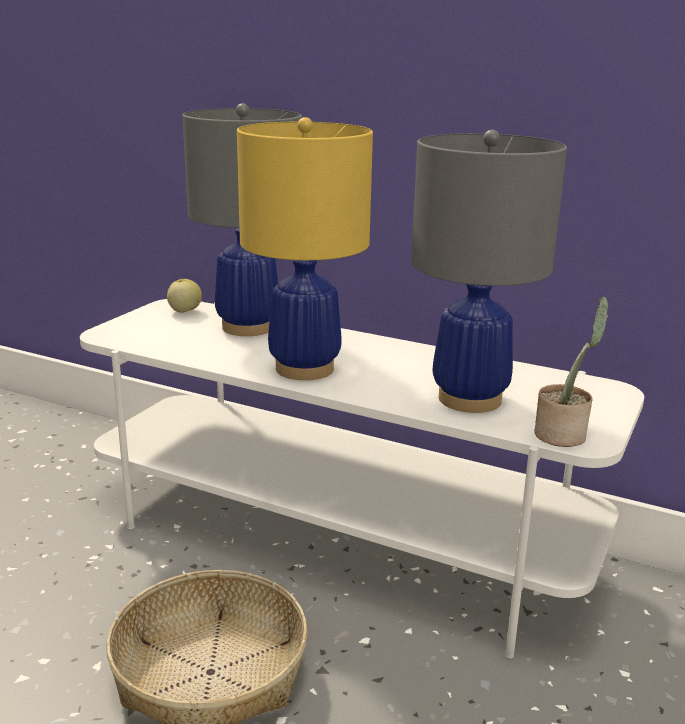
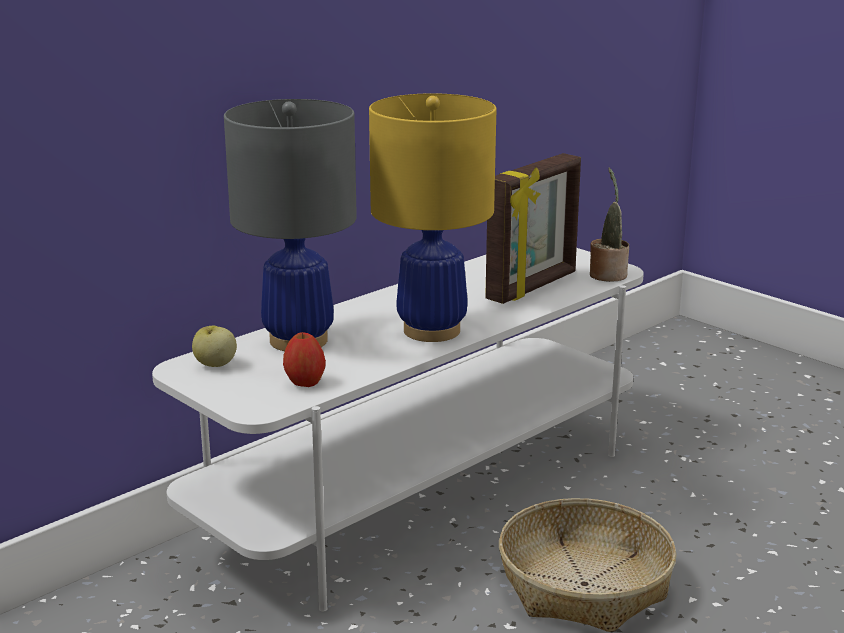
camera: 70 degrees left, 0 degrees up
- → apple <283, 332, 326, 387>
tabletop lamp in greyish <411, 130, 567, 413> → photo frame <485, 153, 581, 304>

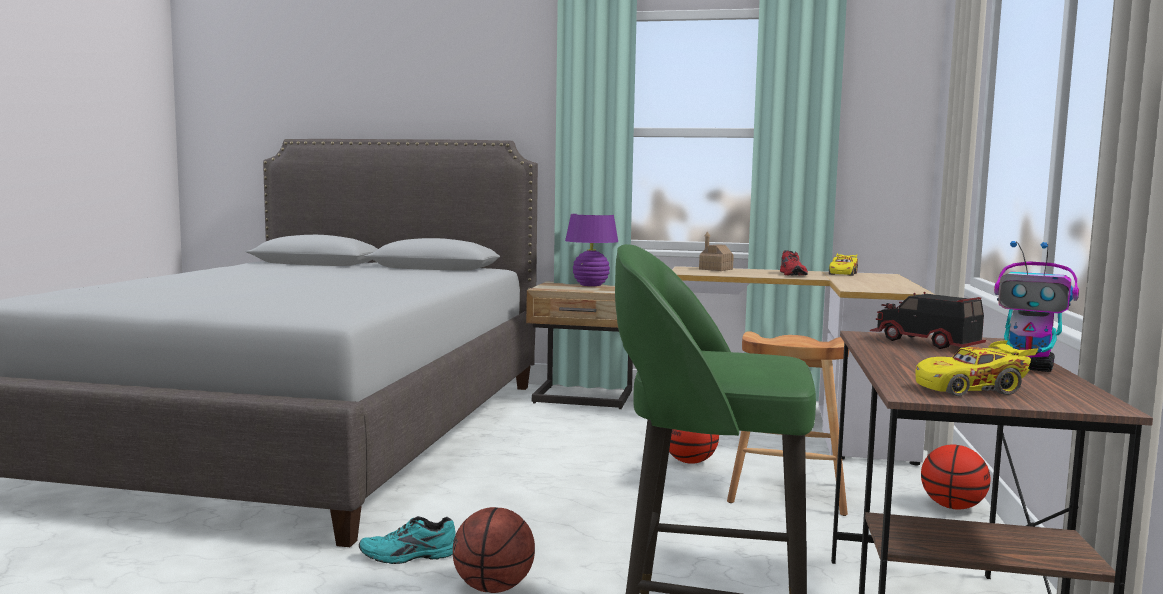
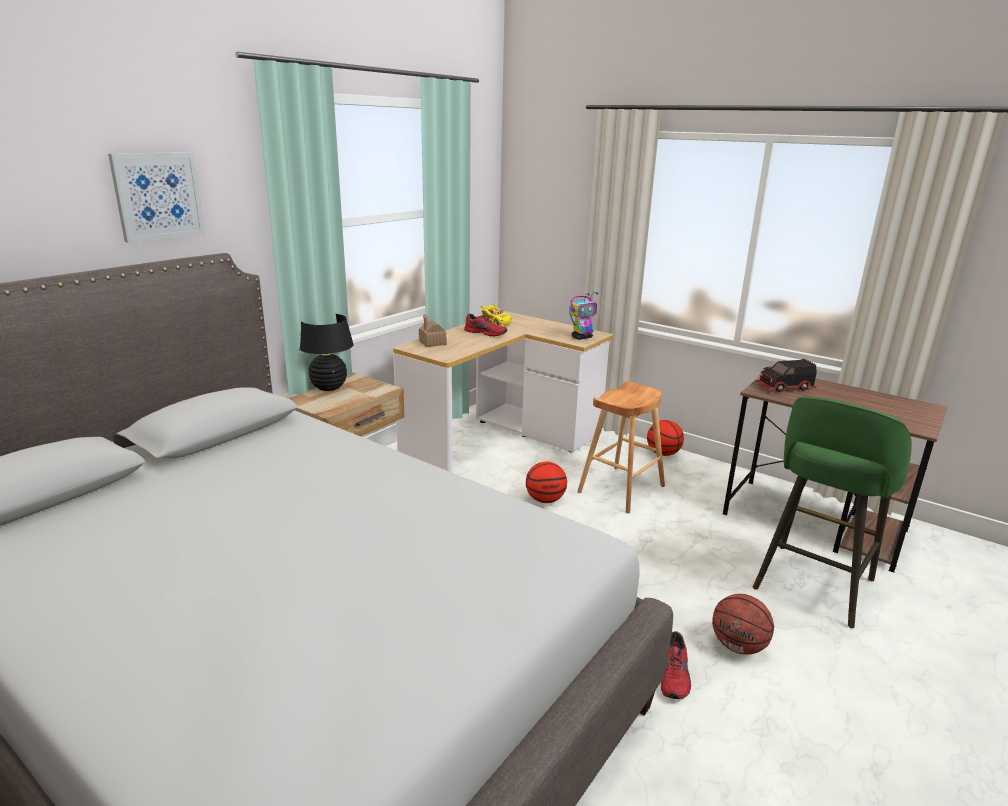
camera: 65 degrees left, 15 degrees up
model car in yellow-coloured <915, 340, 1038, 396> → -
- → wall picture <108, 152, 205, 243>
robot figure <994, 241, 1079, 372> → robot figure <569, 292, 598, 340>, relocated
shoe in blue-green <359, 516, 455, 564> → shoe in red-coloured <661, 631, 691, 699>
tabletop lamp in purple <565, 214, 618, 286> → tabletop lamp in blackish <300, 314, 354, 391>

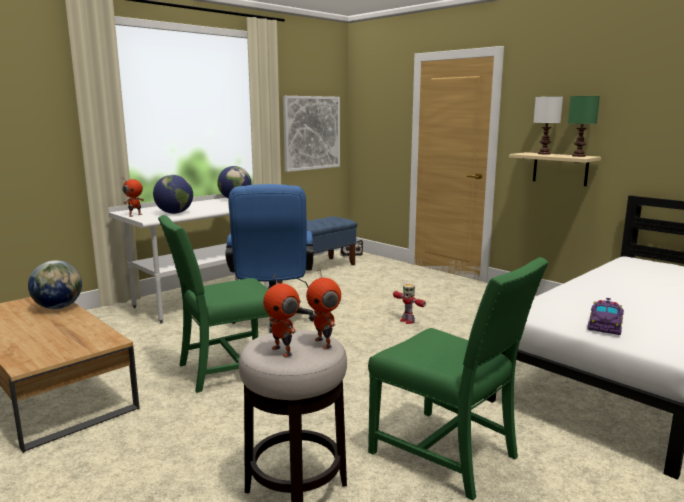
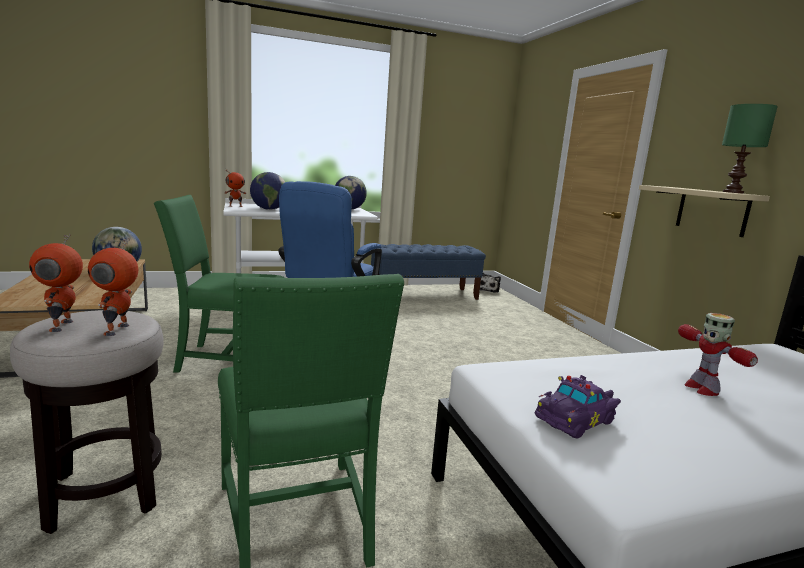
camera: 25 degrees right, 0 degrees up
wall picture <283, 96, 340, 172> → -
tabletop lamp in white-coloured <534, 96, 563, 154> → -
robot figure <393, 284, 426, 324> → robot figure <678, 313, 758, 396>, relocated

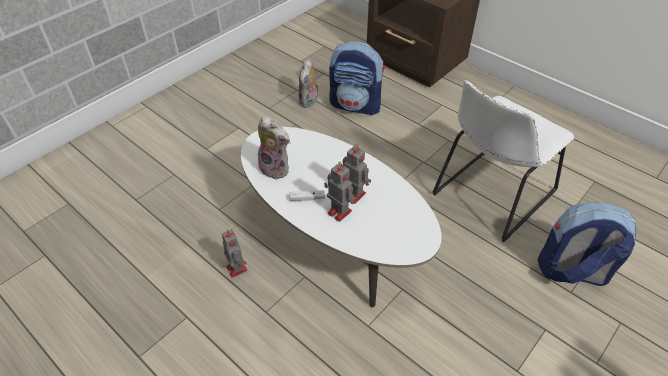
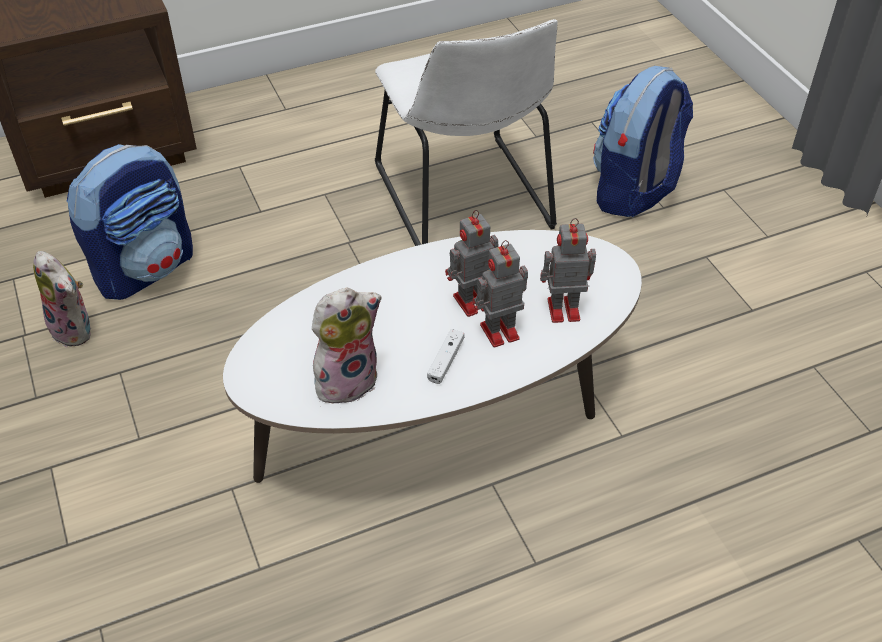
camera: 65 degrees left, 0 degrees up
robot figure <222, 229, 248, 278> → robot figure <540, 218, 596, 323>, relocated

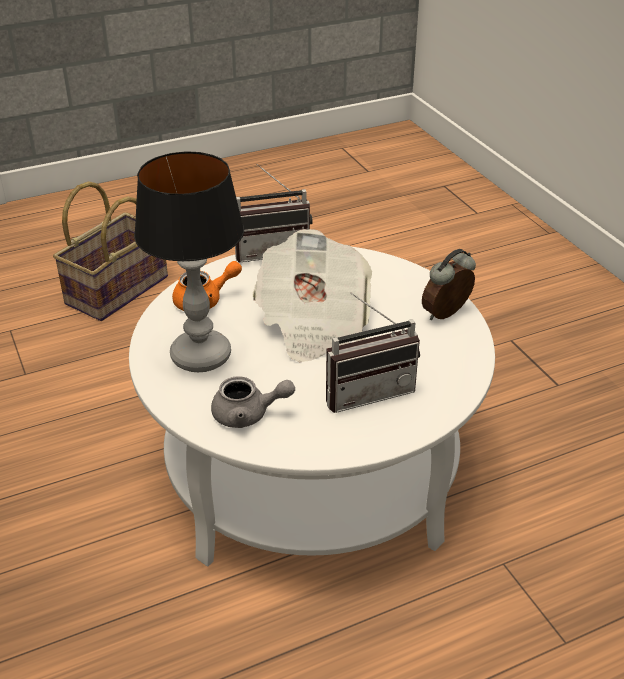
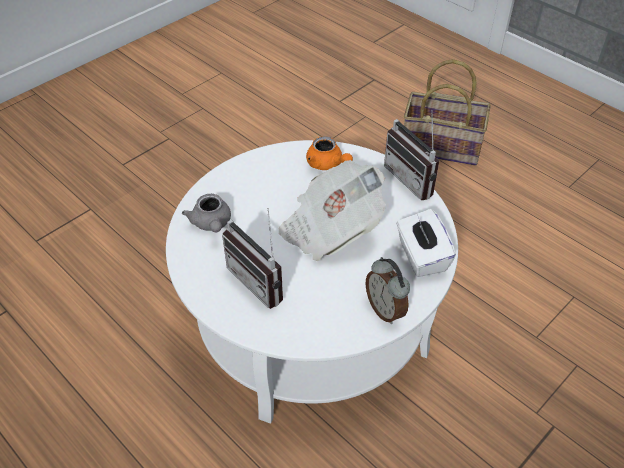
camera: 70 degrees right, 10 degrees up
tabletop lamp <134, 151, 244, 372> → -
- → tissue box in white-coloured <396, 209, 456, 277>
alarm clock <422, 249, 476, 320> → alarm clock <365, 257, 410, 324>, 150 degrees counterclockwise

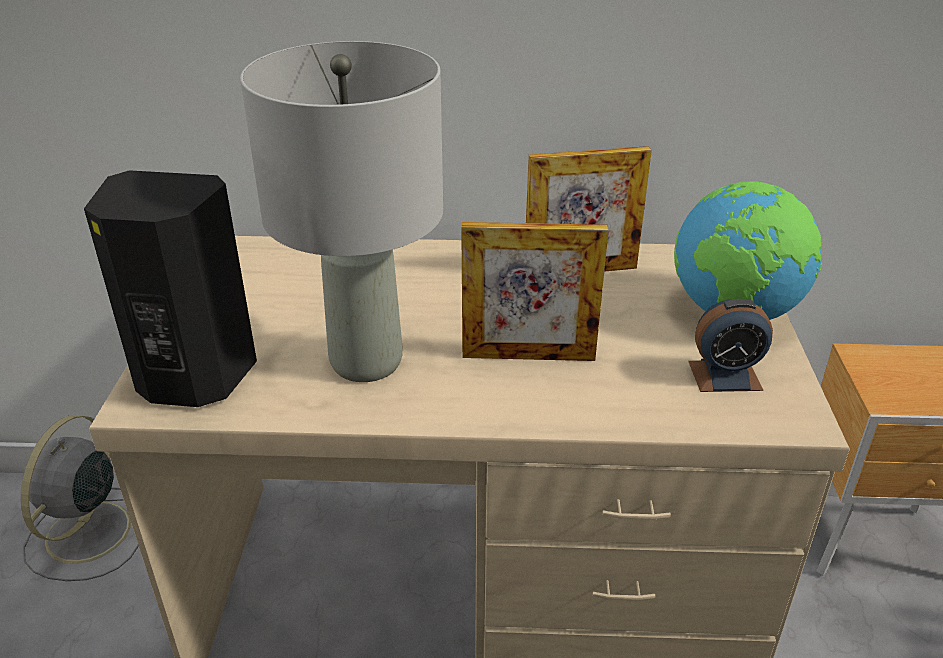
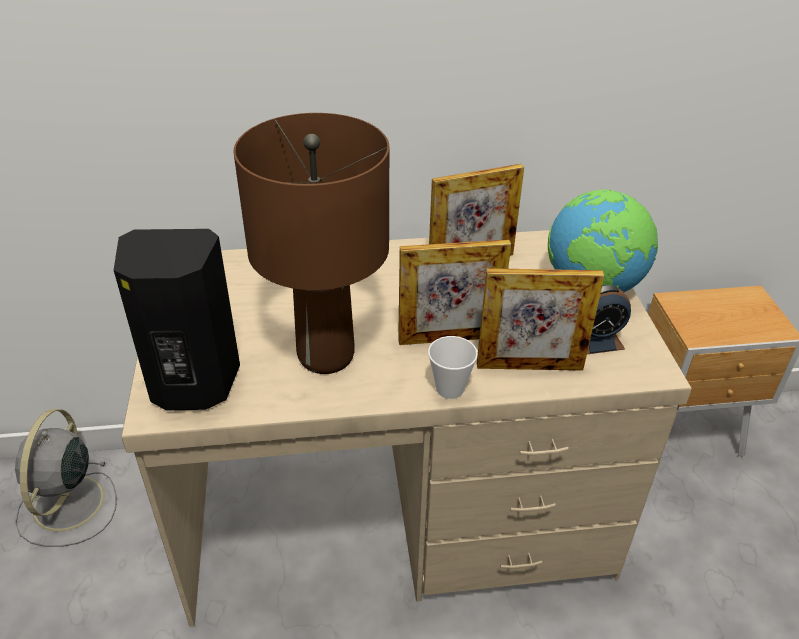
camera: 10 degrees left, 5 degrees up
- → drinking cup <428, 336, 478, 399>
- → photo frame <477, 268, 604, 371>
tabletop lamp in greyish <240, 41, 443, 382> → tabletop lamp in brown <233, 113, 389, 374>

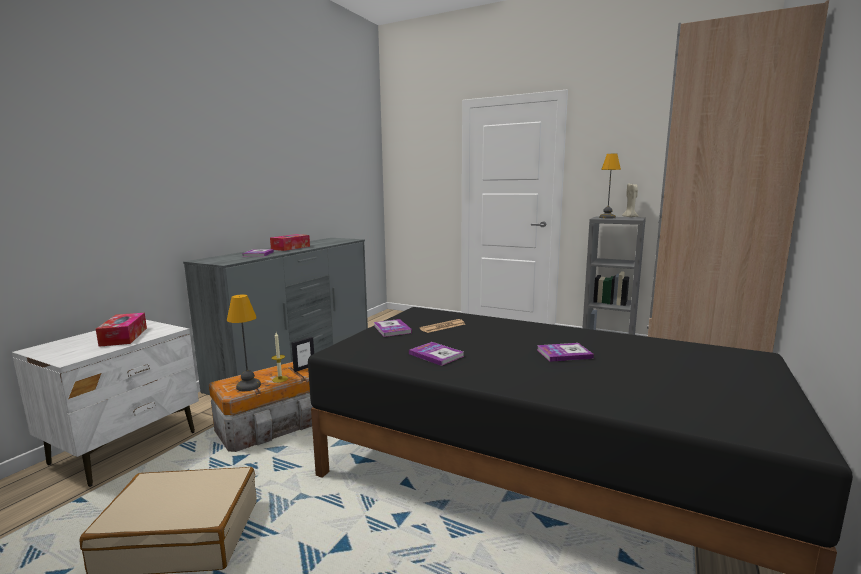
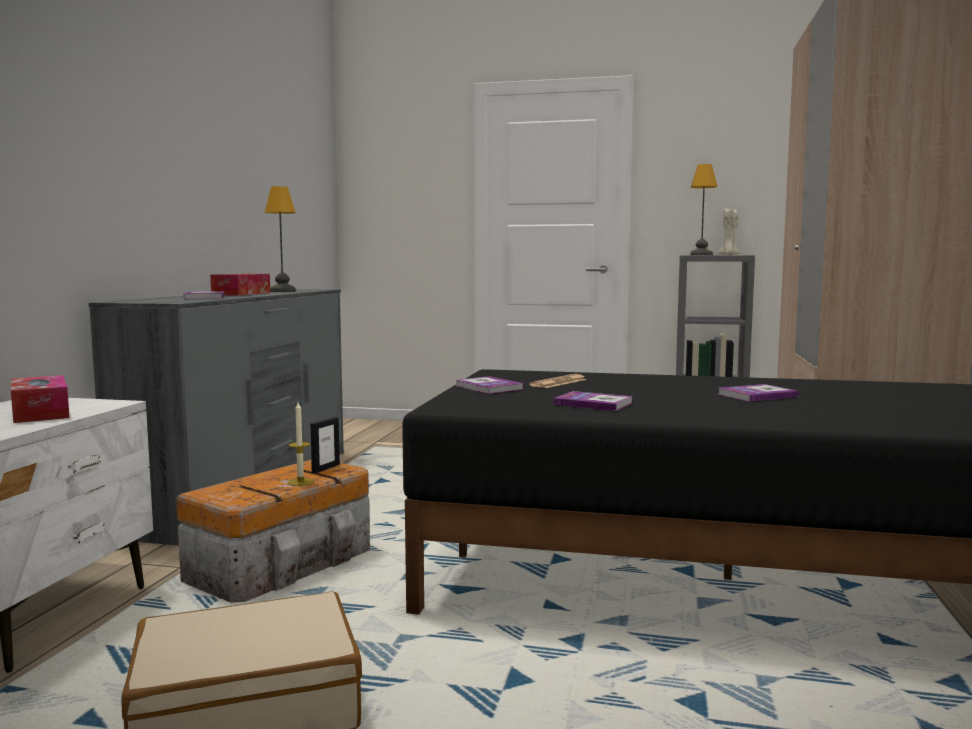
camera: 15 degrees left, 5 degrees down
tabletop lamp <227, 294, 261, 391> → tabletop lamp <265, 186, 296, 292>, relocated

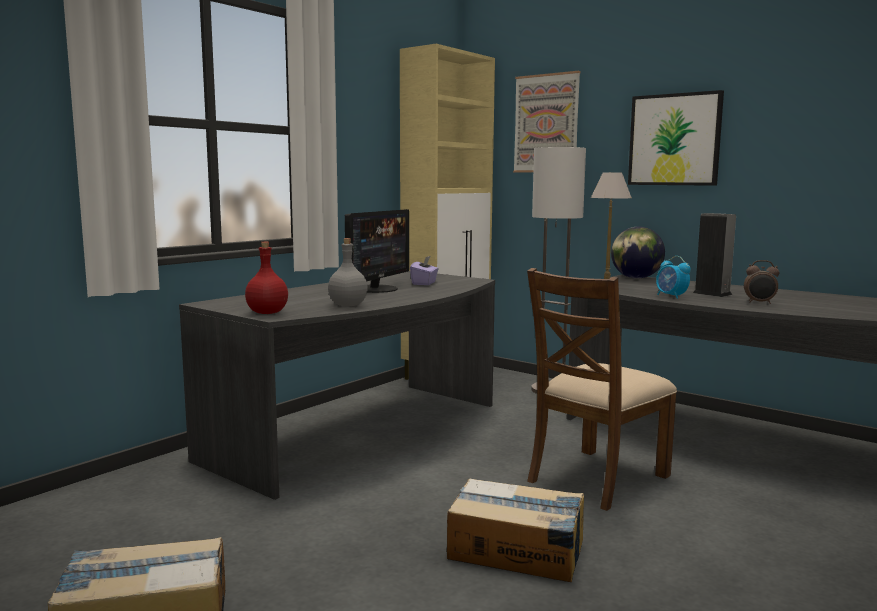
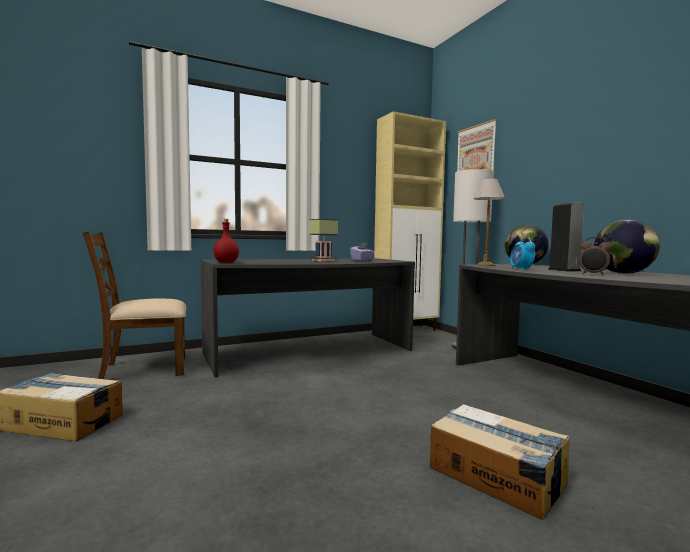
camera: 25 degrees right, 5 degrees down
drink bottle in greyish <328, 238, 368, 306> → -
wall picture <628, 90, 724, 186> → -
- → desk globe <594, 219, 660, 274>
packing box <447, 478, 584, 582> → packing box <430, 404, 570, 520>, relocated
upright chair in brown <527, 268, 677, 511> → upright chair in brown <83, 231, 187, 379>, relocated
computer display <345, 209, 409, 293> → tabletop lamp <309, 219, 338, 261>

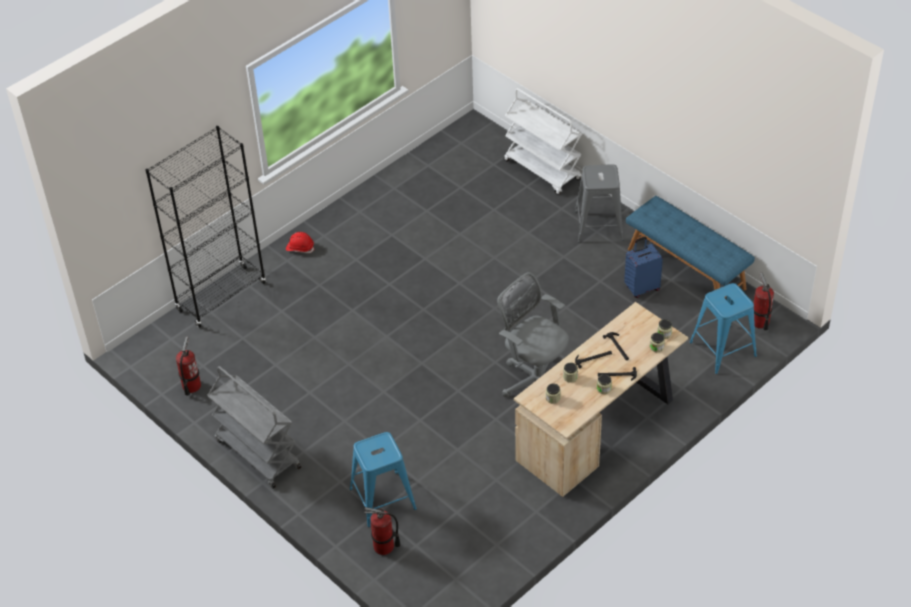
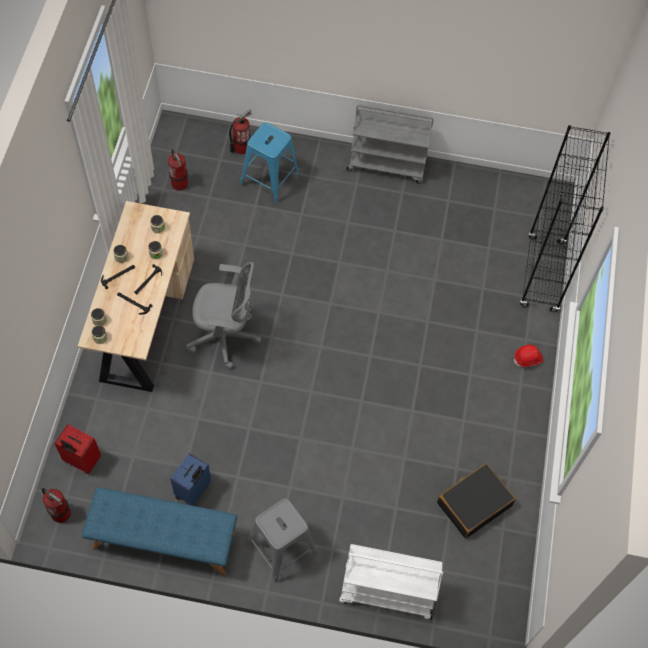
camera: 140 degrees right, 15 degrees up
- → travel case in blackish <437, 463, 516, 539>
fire-fighting cylinder <176, 337, 201, 396> → fire-fighting cylinder <168, 149, 188, 191>, relocated
stool in bluish <690, 283, 757, 374> → travel case in red-coloured <54, 424, 101, 474>

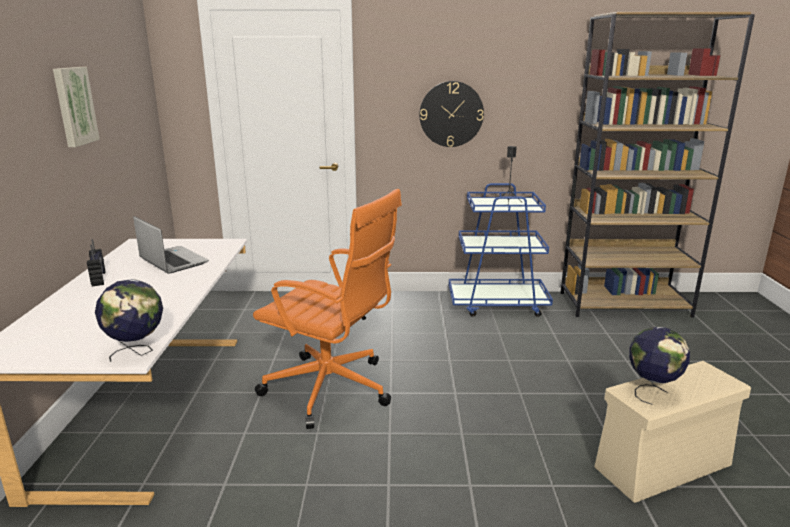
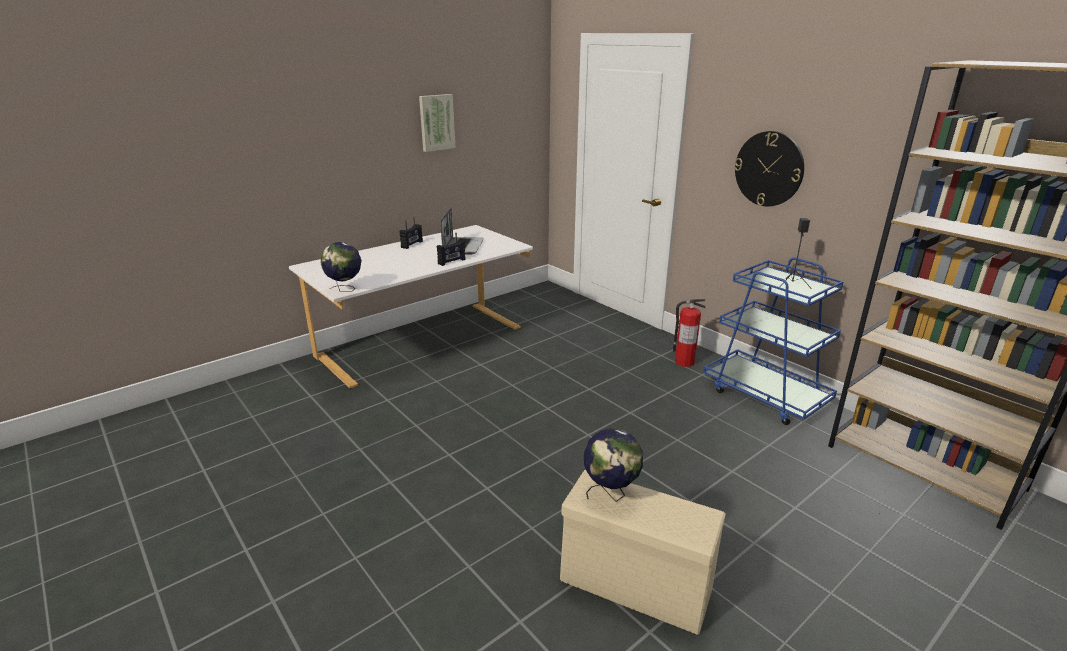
camera: 50 degrees right, 5 degrees up
desk chair in orange <253, 189, 402, 429> → -
- → radio set <437, 232, 466, 266>
- → fire-fighting cylinder <673, 299, 705, 367>

